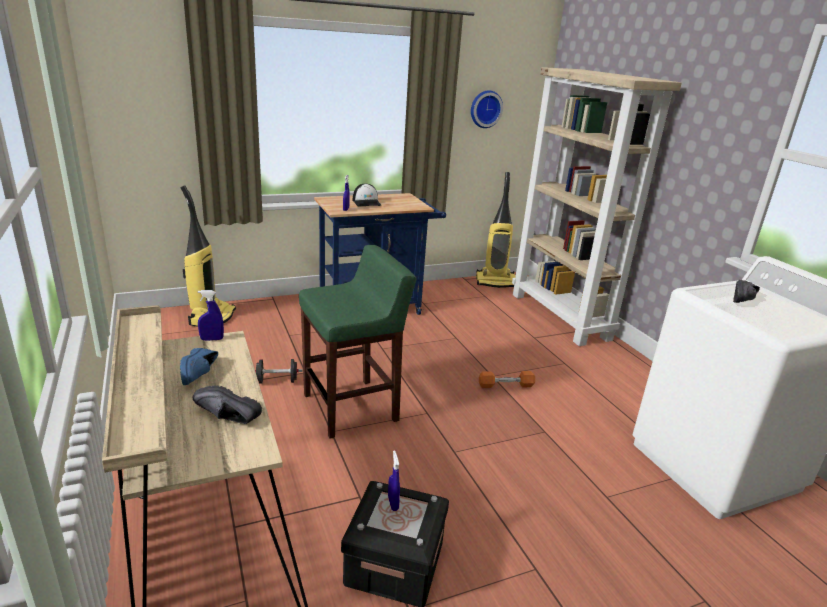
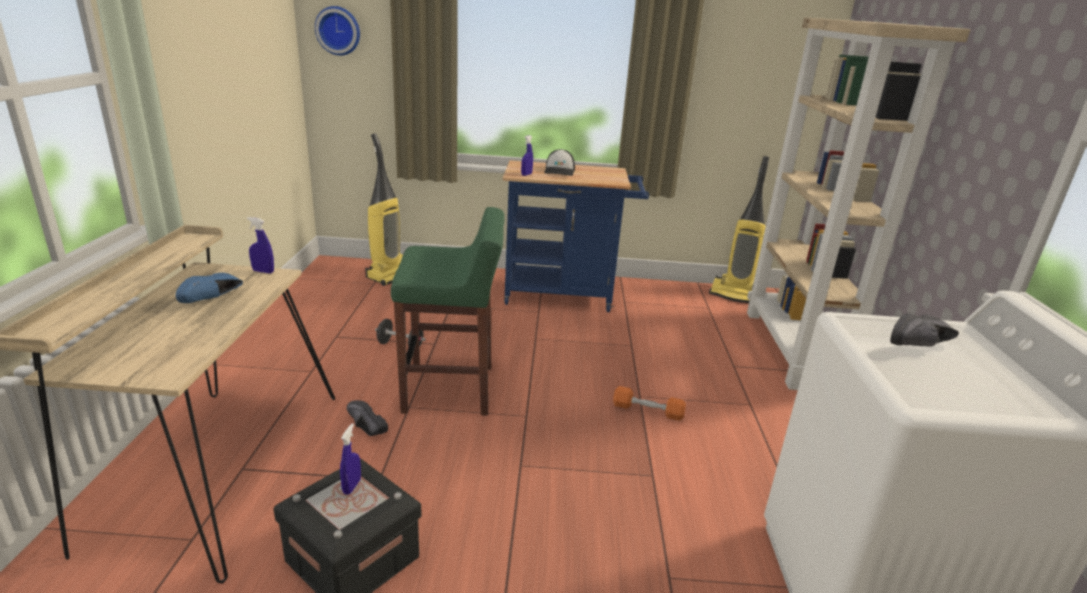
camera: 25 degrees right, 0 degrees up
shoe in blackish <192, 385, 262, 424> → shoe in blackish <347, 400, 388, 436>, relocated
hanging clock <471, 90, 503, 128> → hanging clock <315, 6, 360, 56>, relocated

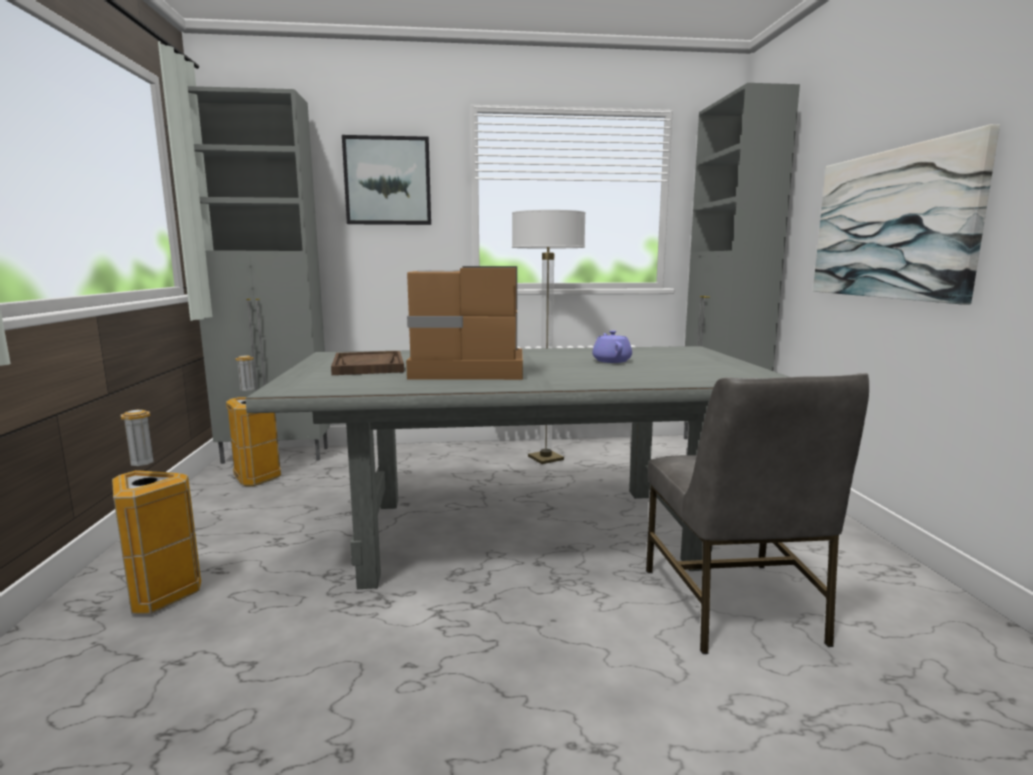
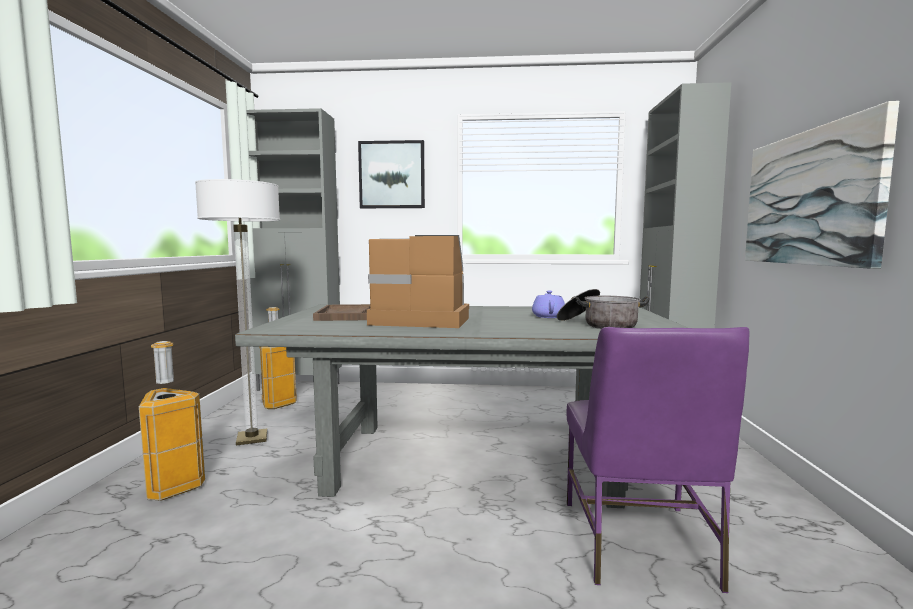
camera: 10 degrees right, 5 degrees down
- → cooking pot <557, 289, 650, 329>
standing lamp <512, 210, 586, 464> → standing lamp <195, 179, 280, 445>, relocated
upright chair in greyish <646, 373, 869, 654> → upright chair in purple <567, 327, 749, 593>

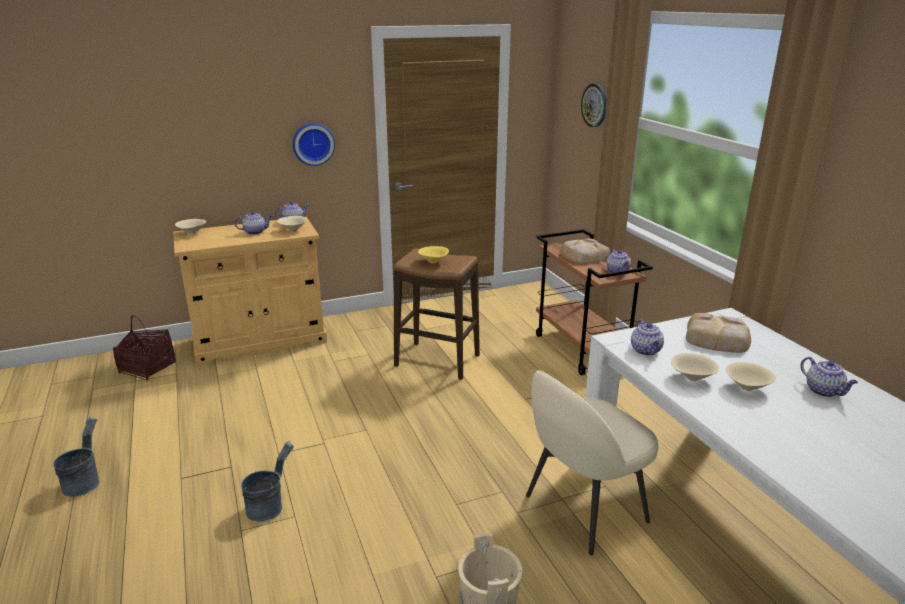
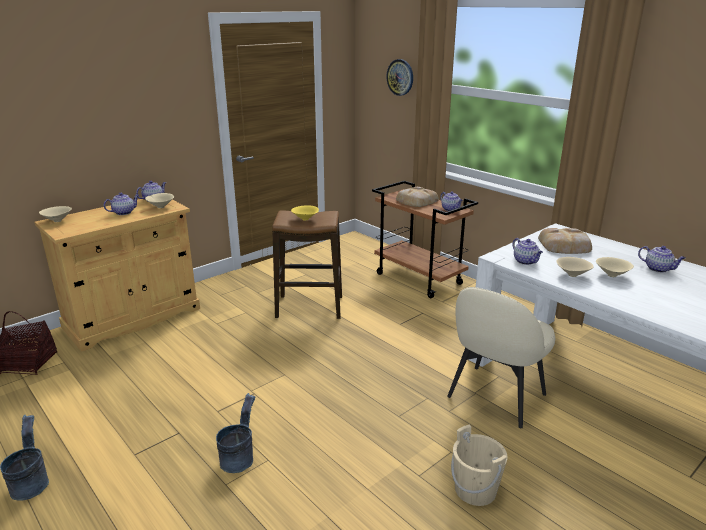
camera: 20 degrees left, 0 degrees up
hanging clock <292, 123, 335, 166> → -

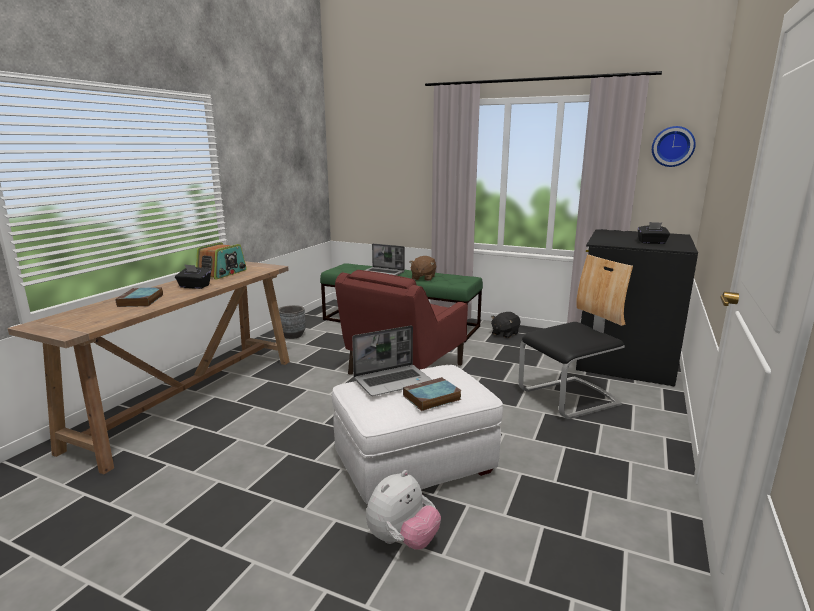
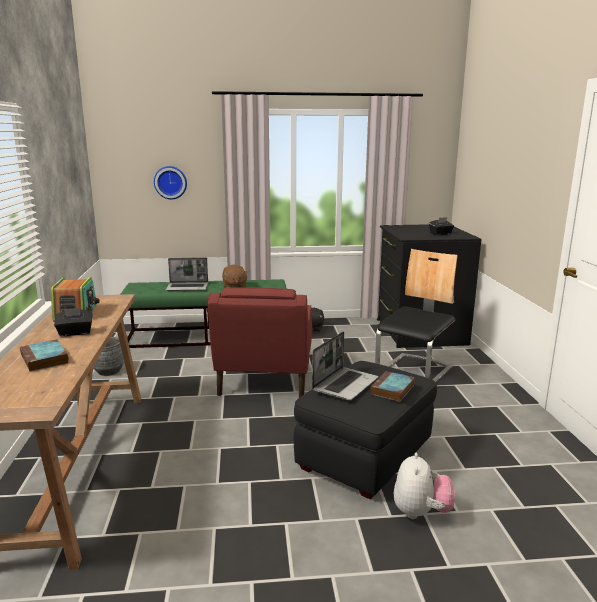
camera: 30 degrees left, 0 degrees up
hanging clock <652, 126, 696, 167> → hanging clock <154, 166, 187, 199>, relocated
ottoman in white-coloured <332, 365, 503, 505> → ottoman in blackish <294, 361, 437, 499>

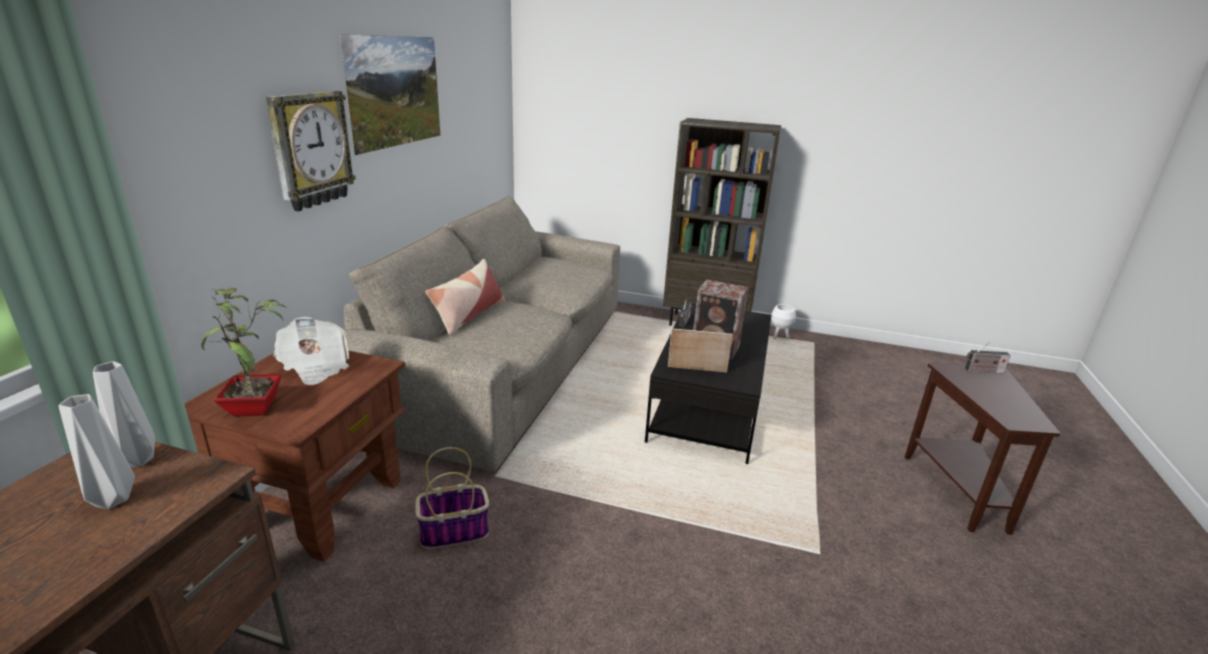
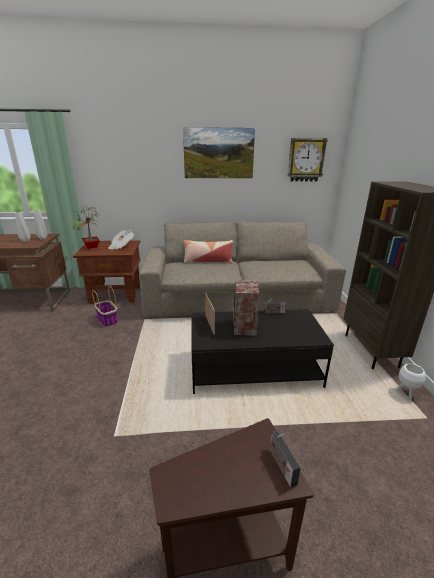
camera: 70 degrees right, 0 degrees up
hanging clock <266, 91, 356, 211> → hanging clock <288, 138, 328, 182>, relocated

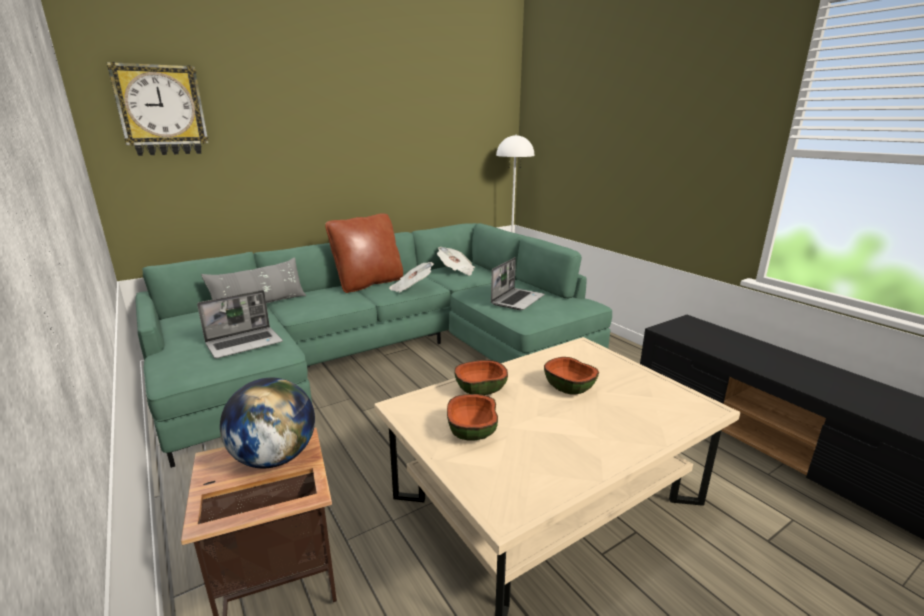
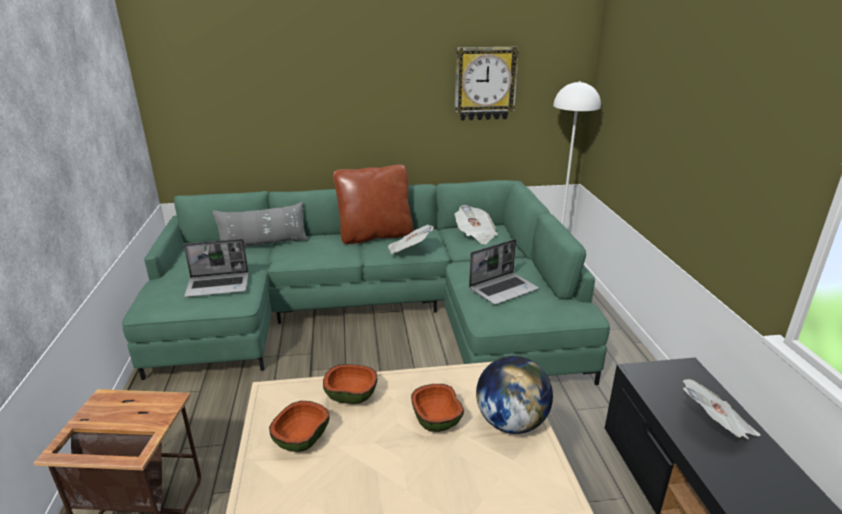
camera: 25 degrees right, 5 degrees up
- → printed paper <683, 379, 761, 439>
hanging clock <107, 62, 209, 156> → hanging clock <455, 47, 520, 121>, relocated
desk globe <220, 378, 315, 469> → desk globe <476, 356, 553, 434>, relocated

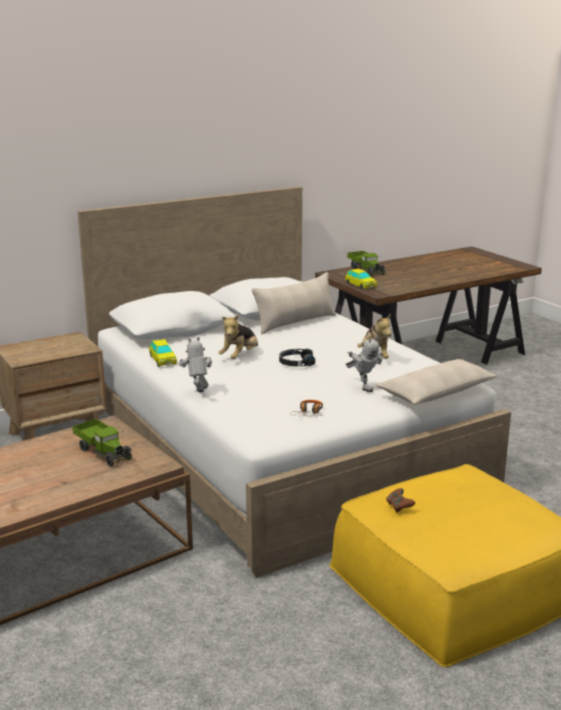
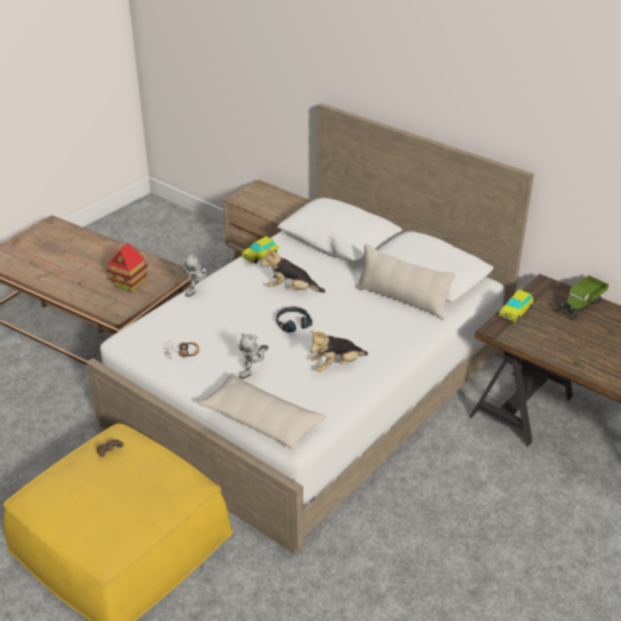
camera: 70 degrees right, 15 degrees up
toy truck <72, 419, 132, 467> → toy house <106, 243, 148, 292>
robot figure <179, 337, 212, 392> → robot figure <183, 254, 207, 297>, 150 degrees clockwise

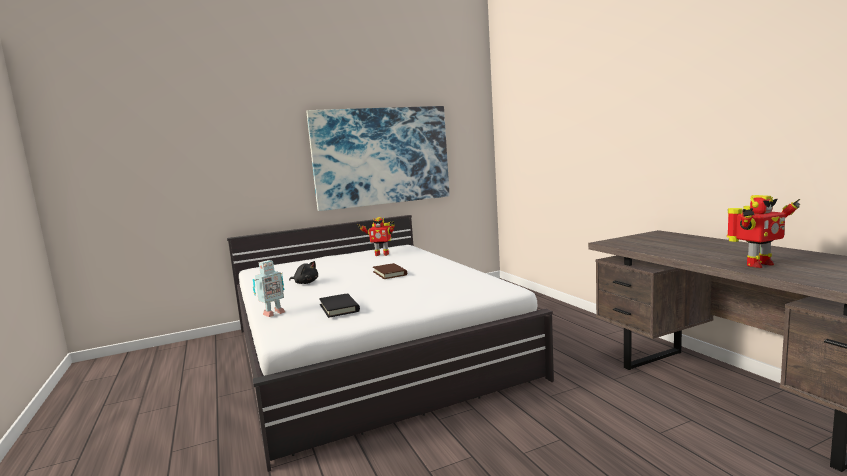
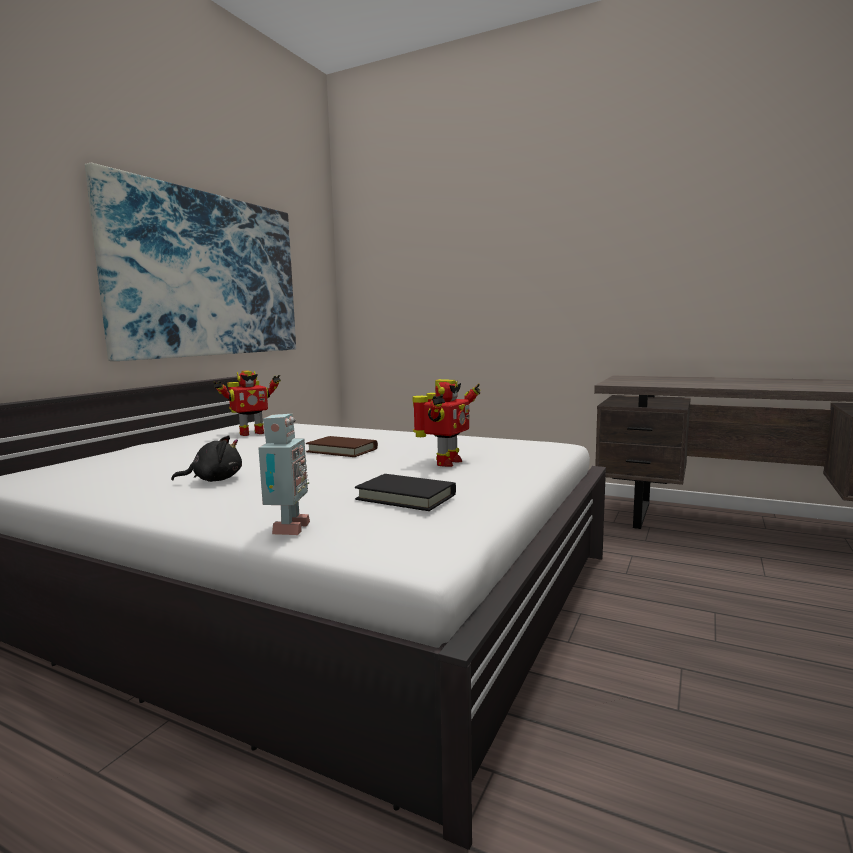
camera: 40 degrees left, 0 degrees up
robot figure <727, 195, 801, 268> → robot figure <412, 379, 481, 467>, relocated

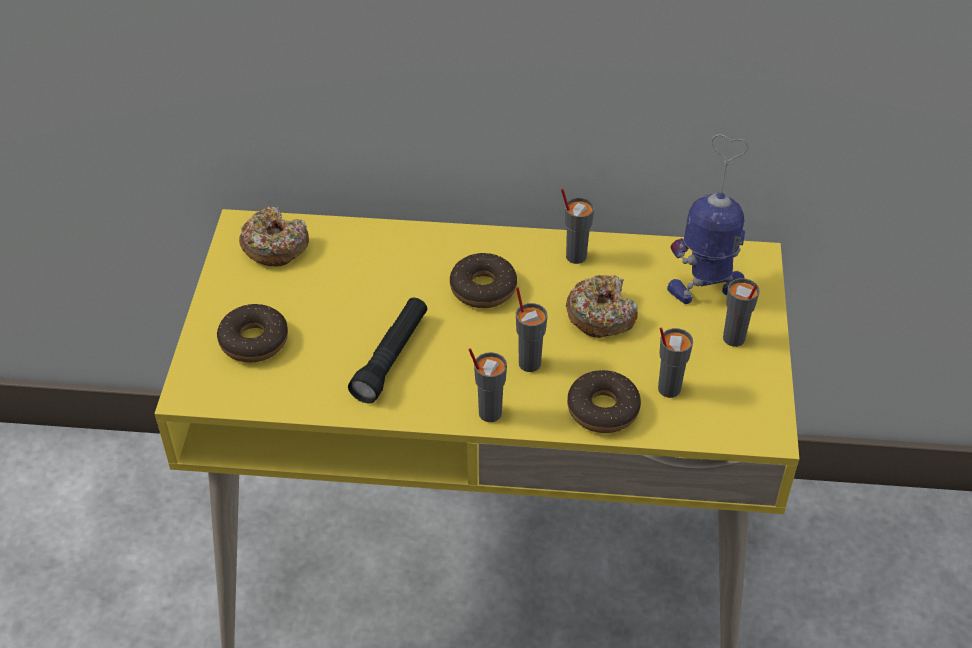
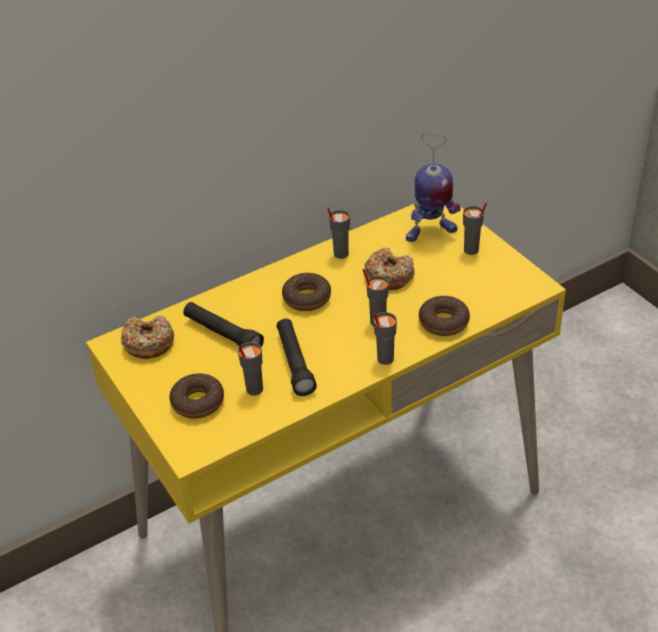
camera: 35 degrees left, 5 degrees down
- → flashlight in blackish <183, 302, 264, 348>
drinking cup in greyish <658, 328, 693, 398> → drinking cup in greyish <238, 342, 263, 396>, relocated
robot figure <667, 134, 748, 304> → robot figure <406, 133, 460, 242>, 150 degrees counterclockwise

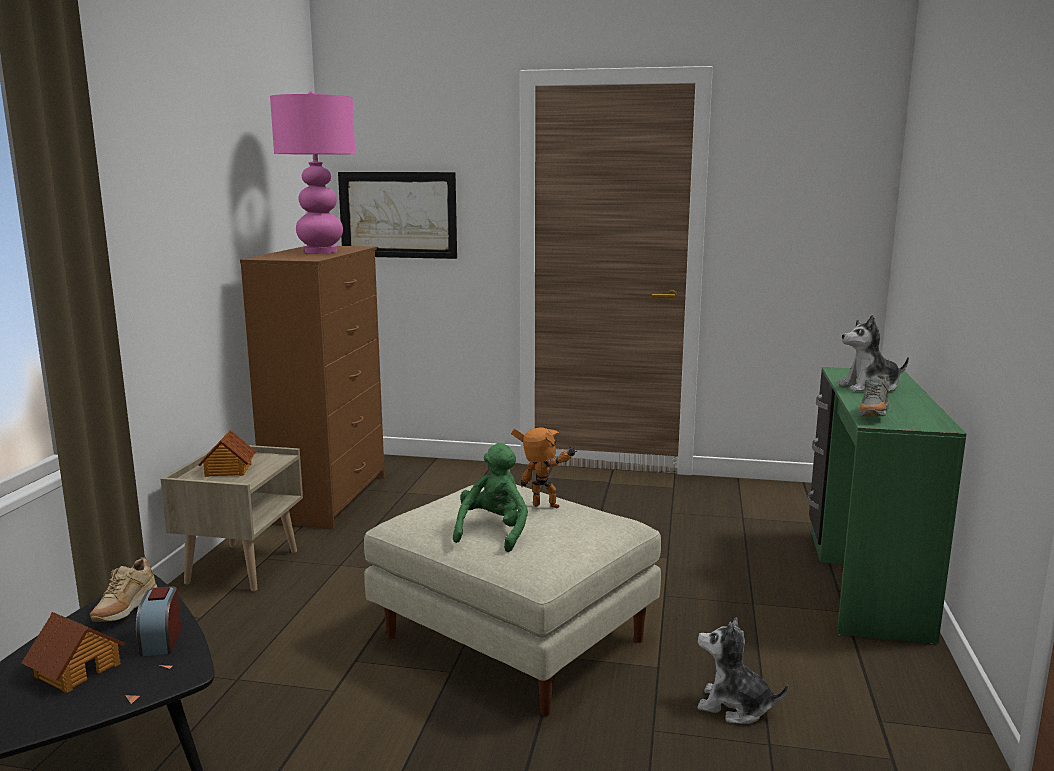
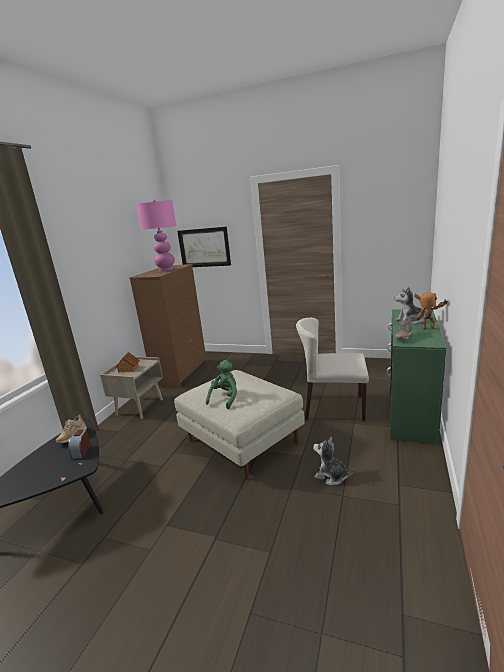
camera: 10 degrees right, 5 degrees up
toy house <22, 612, 126, 693> → -
- → upright chair in beige-coloured <296, 318, 369, 421>
robot figure <511, 428, 577, 508> → robot figure <414, 292, 449, 329>, relocated

